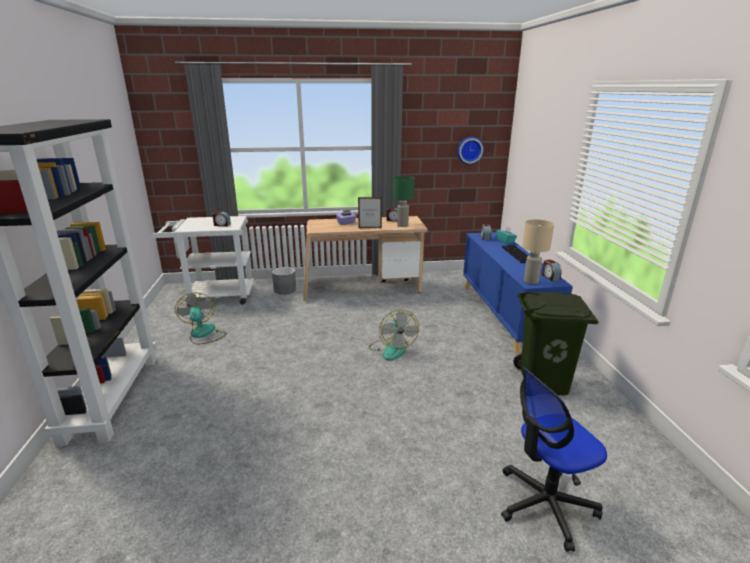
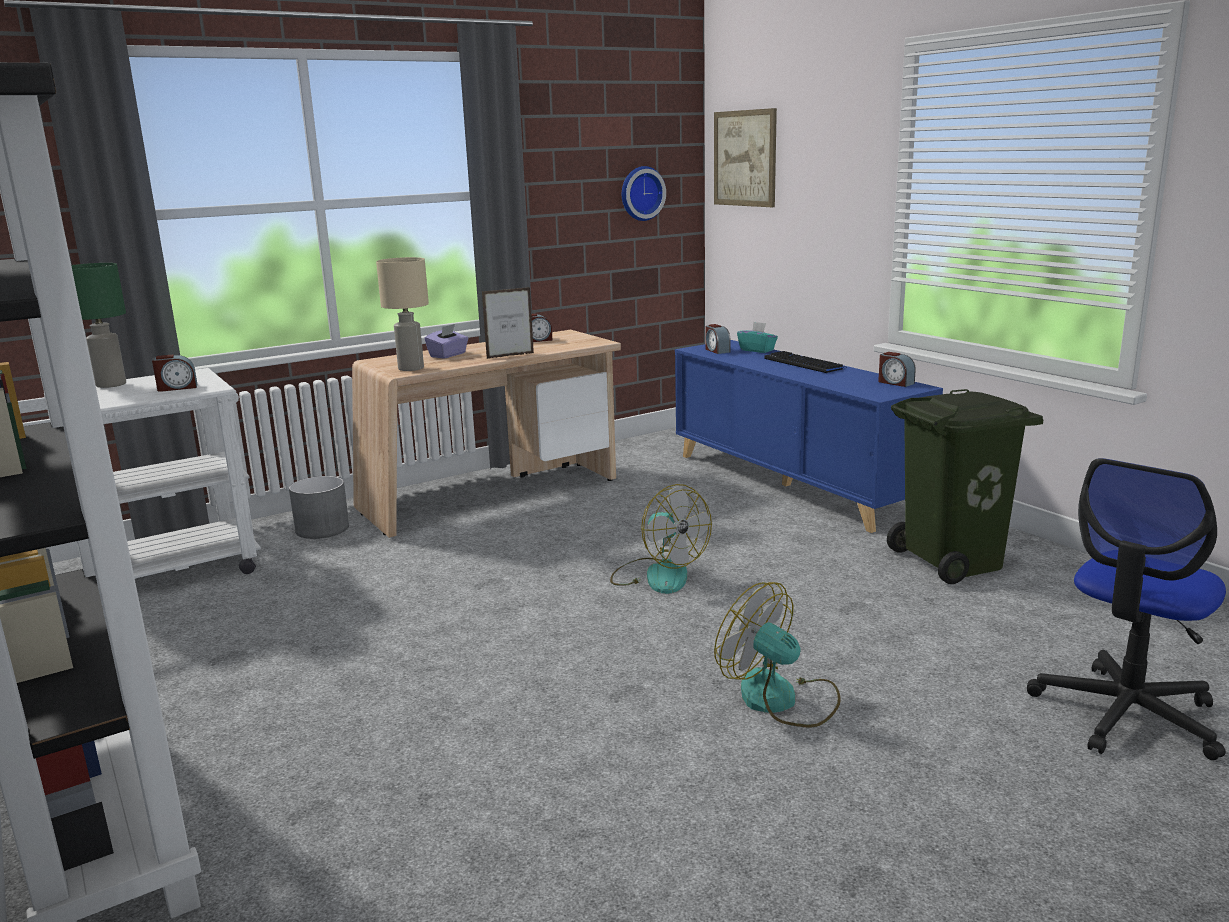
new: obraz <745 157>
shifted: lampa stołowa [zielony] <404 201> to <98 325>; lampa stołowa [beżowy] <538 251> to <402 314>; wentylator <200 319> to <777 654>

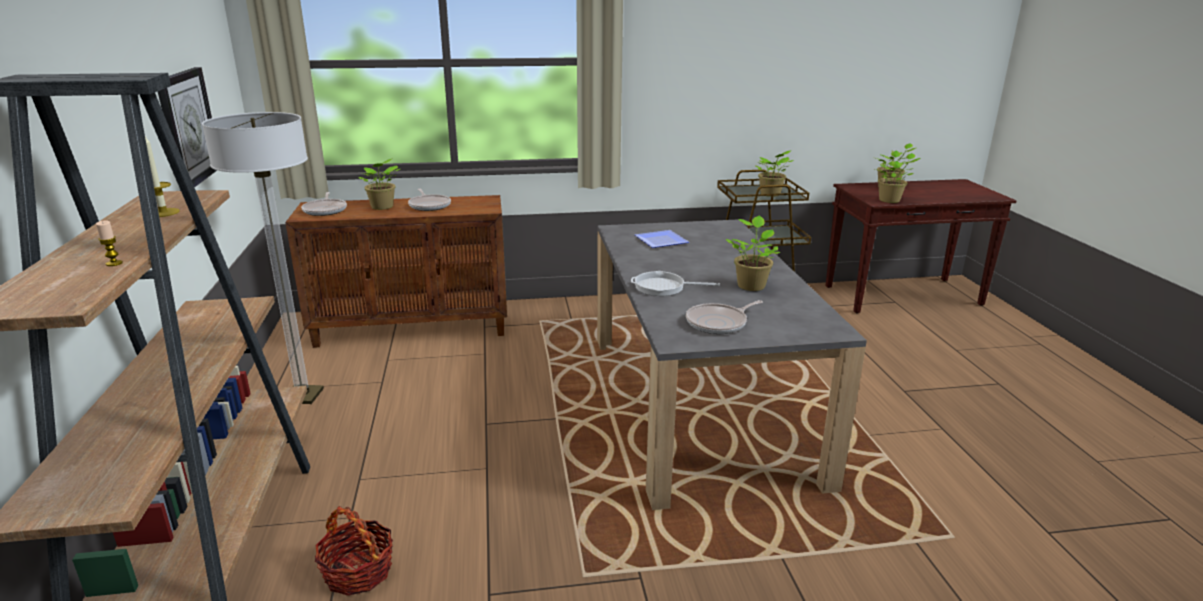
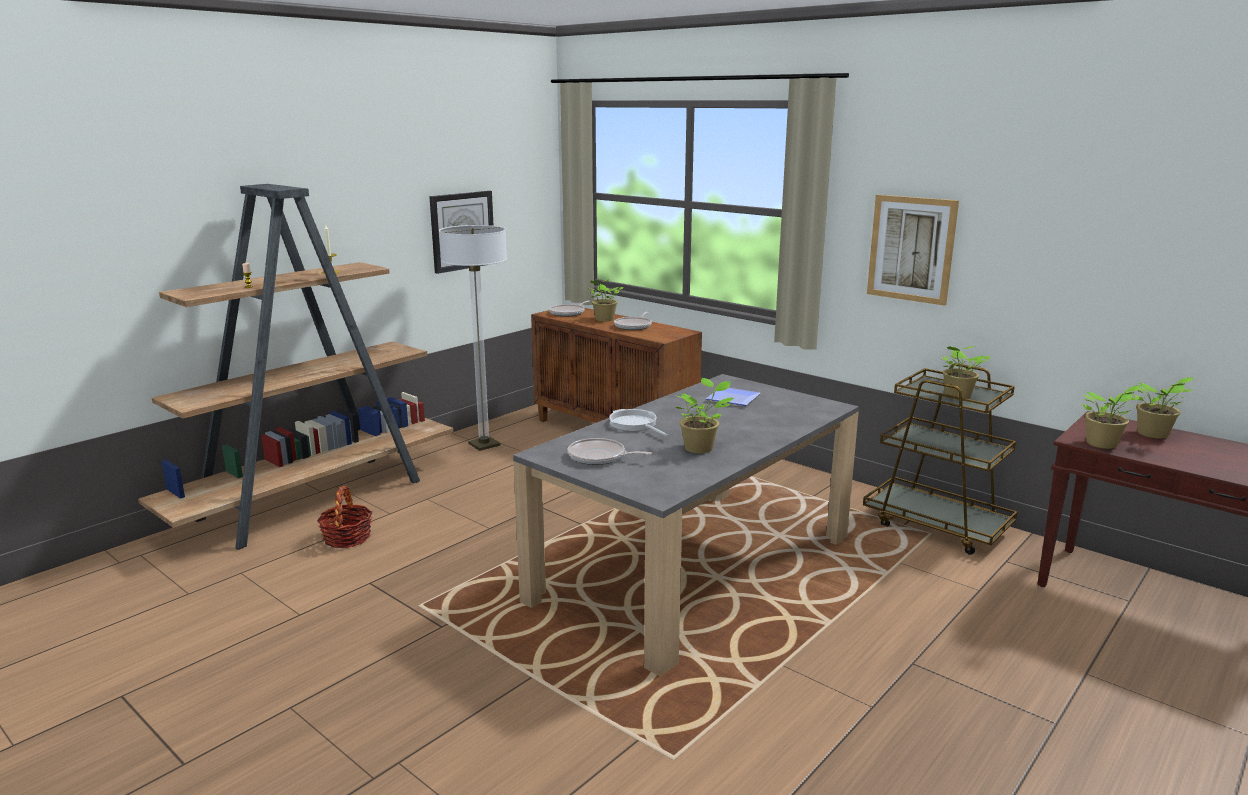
new: obraz <913 250>

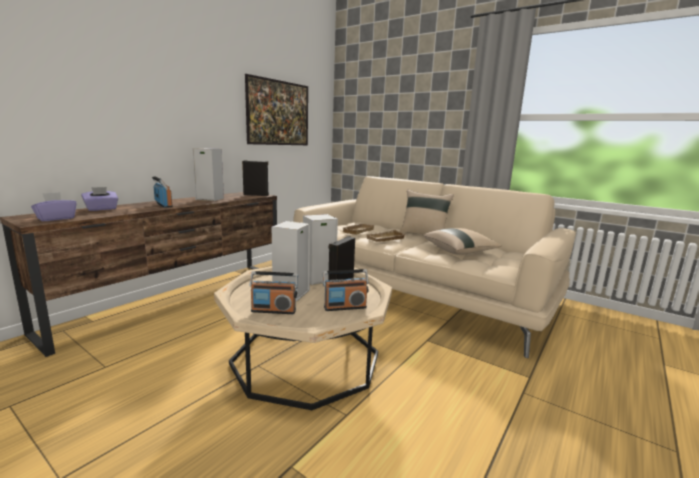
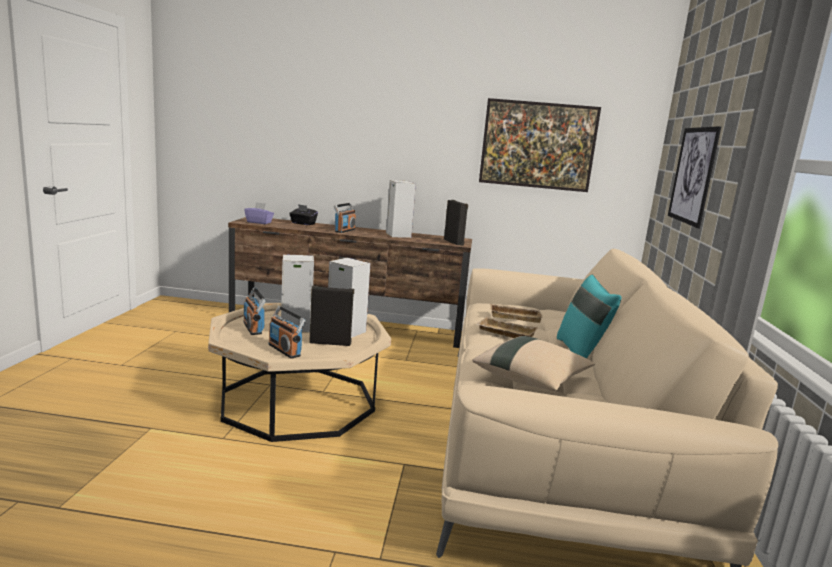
new: obraz <694 177>
repainted: pudełko chusteczek [fioletowy] <99 199> to pudełko chusteczek [czarny] <303 214>; poduszka [beżowy] <427 212> to poduszka [turkusowy] <589 316>

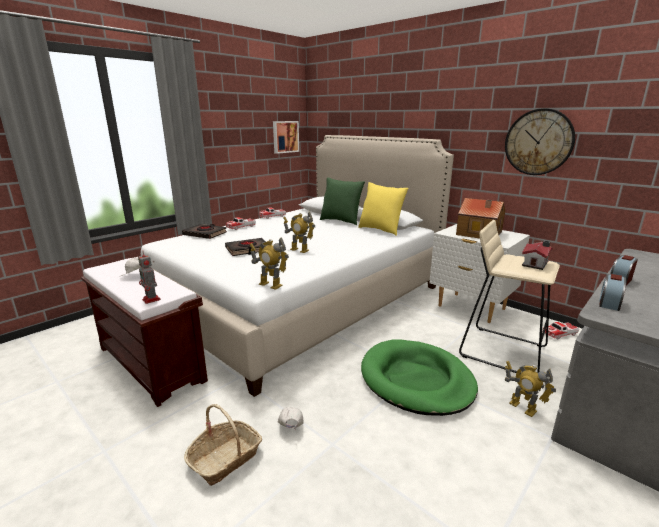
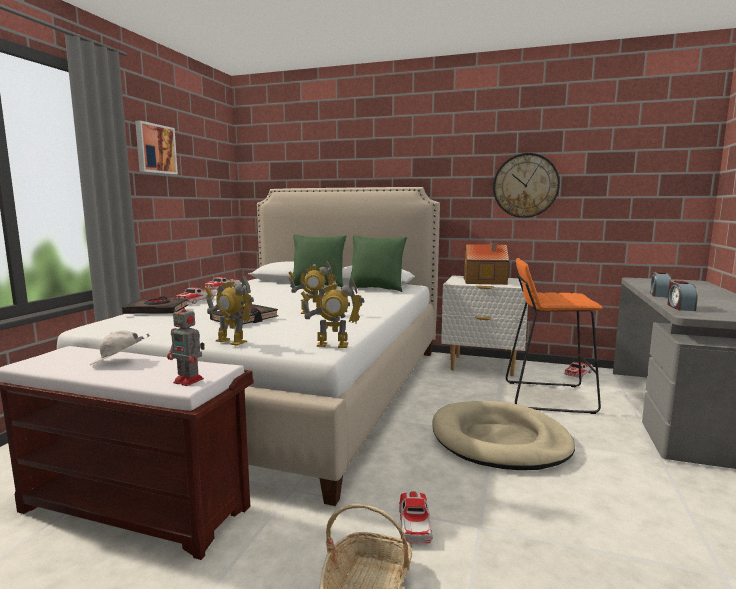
gone: domek <537 255>
shifted: obraz <286 137> to <156 147>; robot zabawkowy <530 389> to <229 311>
swapped: czapka z daszkiem [biały] <291 418> to samochodzik <415 517>
repainted: poduszka [żółty] <383 209> to poduszka [zielony] <378 263>; legowisko [zielony] <419 378> to legowisko [beżowy] <503 435>; stołek [beżowy] <509 296> to stołek [pomarańczowy] <554 336>

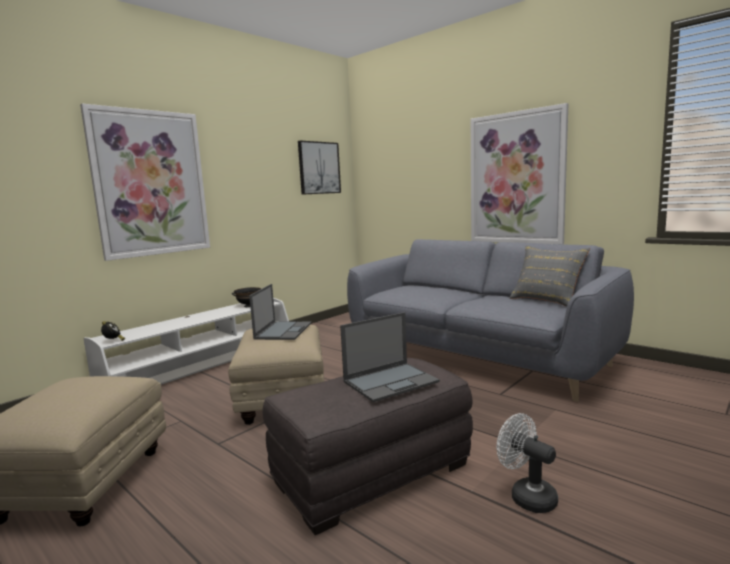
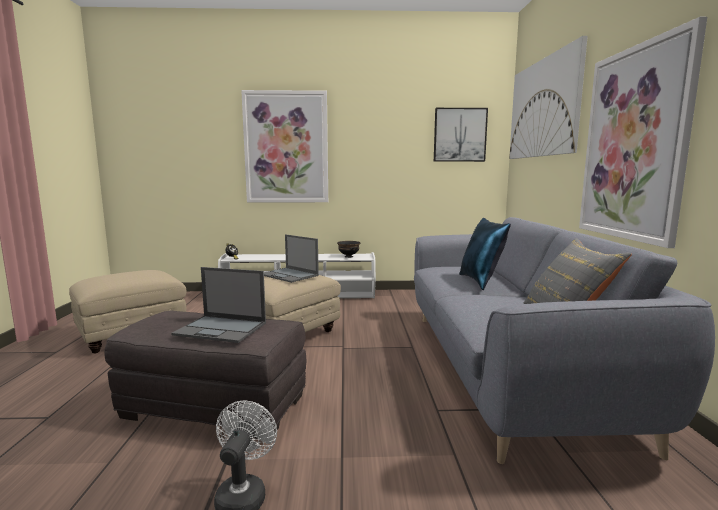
new: poduszka [niebieski] <485 254>; obraz <548 97>
rotated: laptop <280 312> = <291 258> 75 degrees clockwise

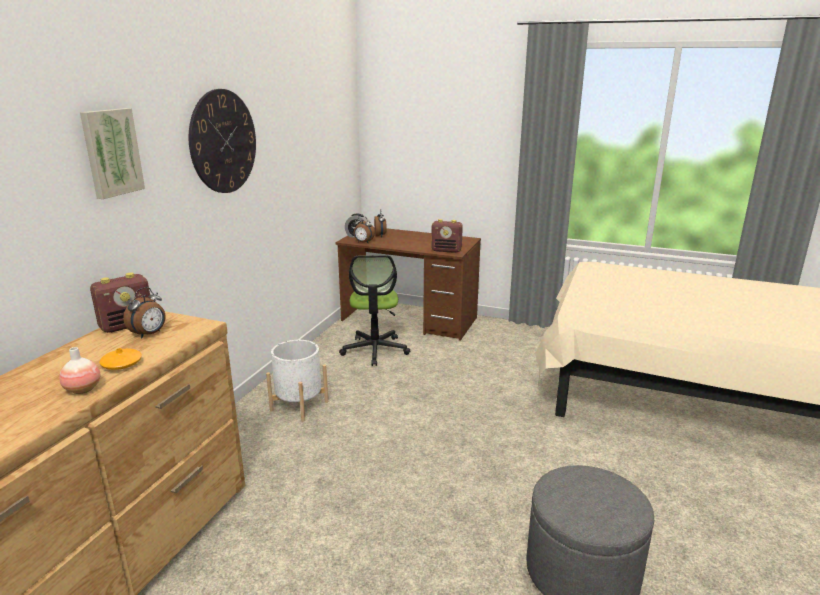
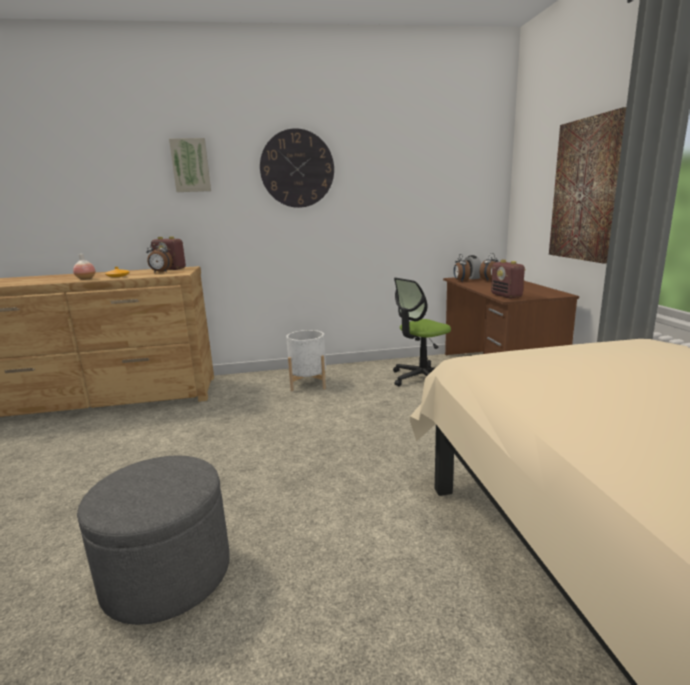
new: obraz <587 185>

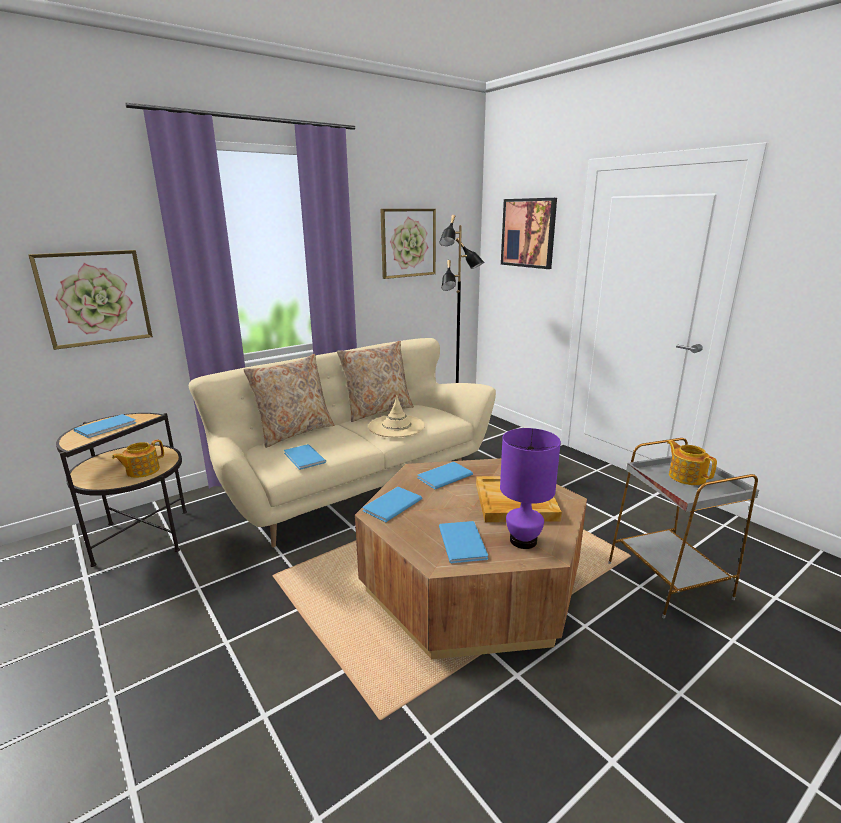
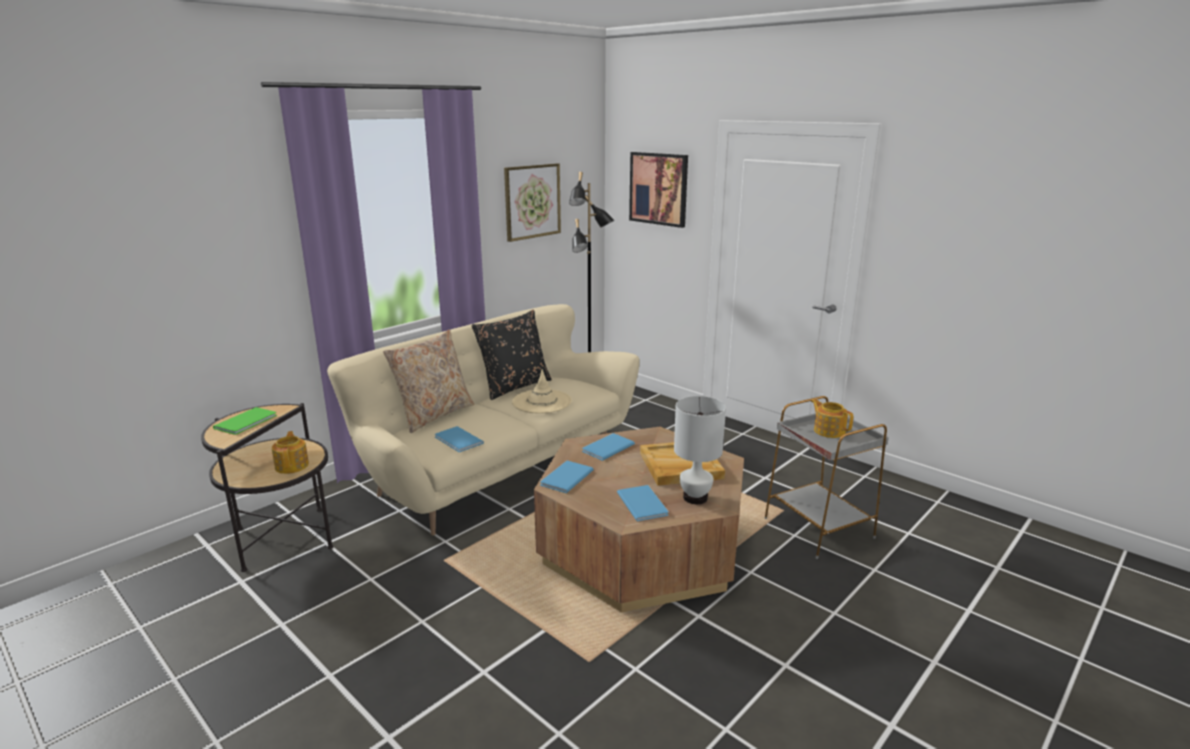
gone: obraz <90 300>
repainted: książka [niebieski] <105 426> to książka [zielony] <245 421>; poduszka [beżowy] <375 381> to poduszka [czarny] <511 355>; lampa stołowa [fioletowy] <530 488> to lampa stołowa [biały] <700 450>
rotated: imbryk <138 458> = <290 452> 135 degrees clockwise

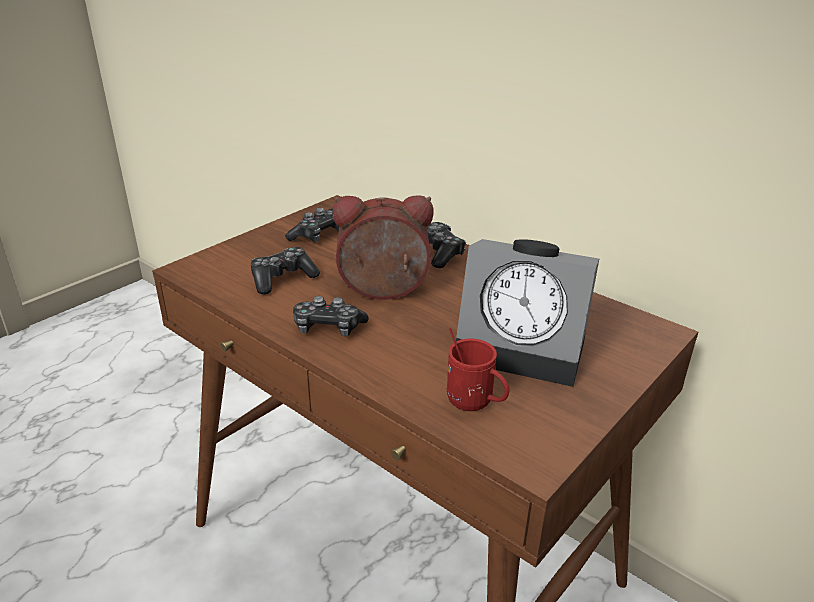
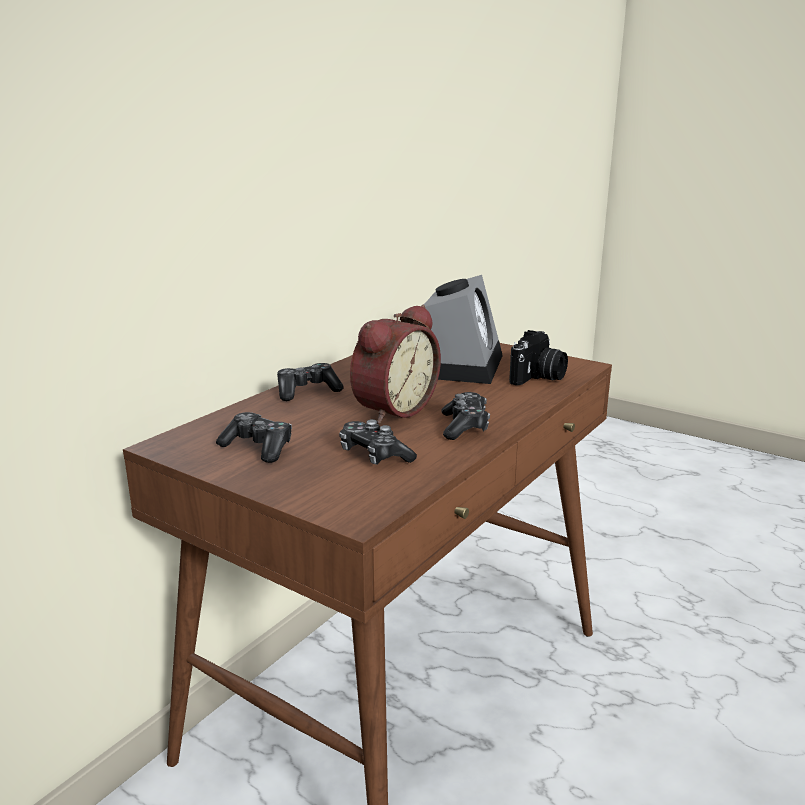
swapped: kubek [czerwony] <478 369> to aparat fotograficzny <538 357>
rotated: budzik <383 247> = <395 364> 135 degrees counterclockwise

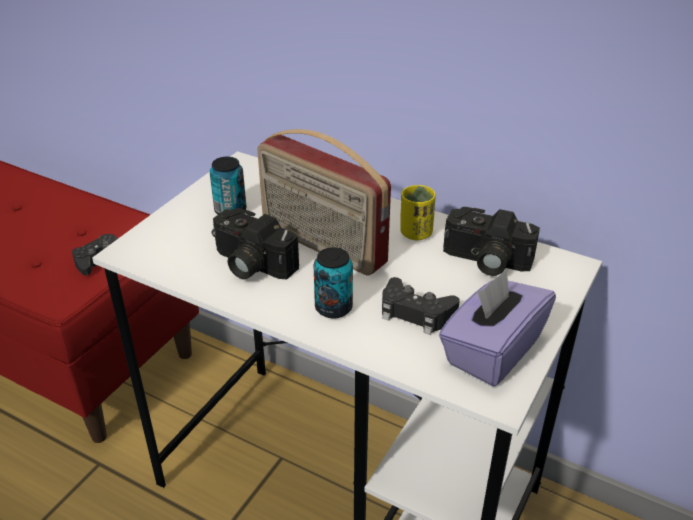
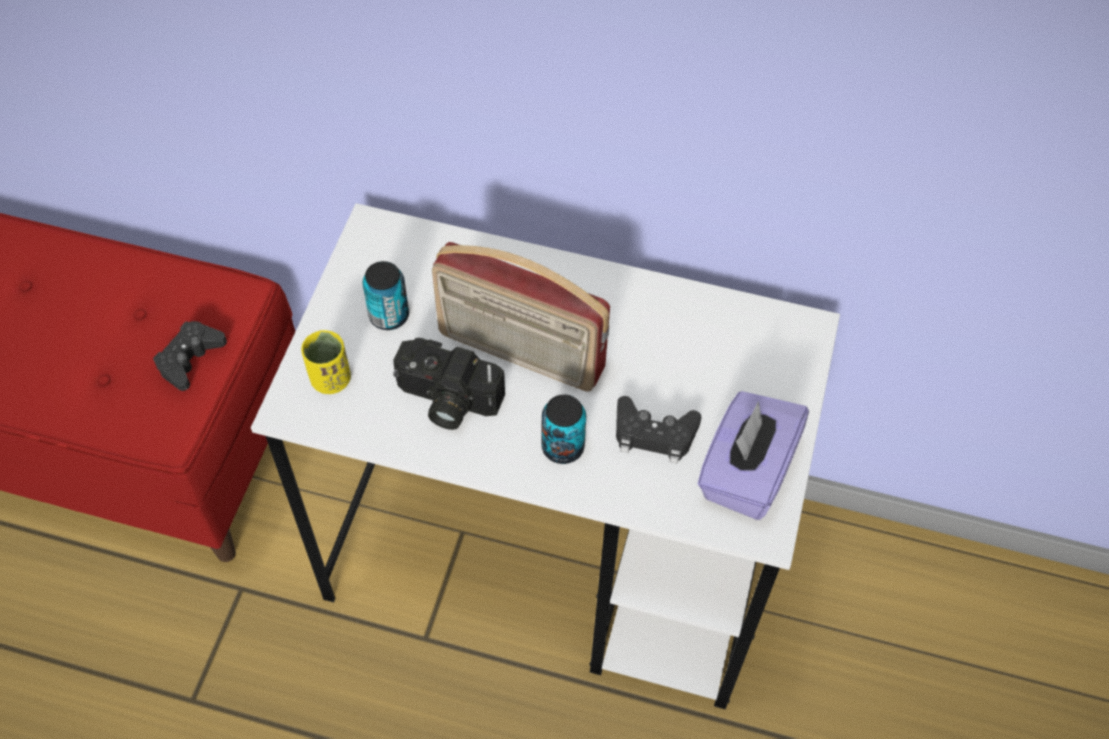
gone: aparat fotograficzny <491 241>
shifted: filiżanka [żółty] <418 212> to <326 362>

